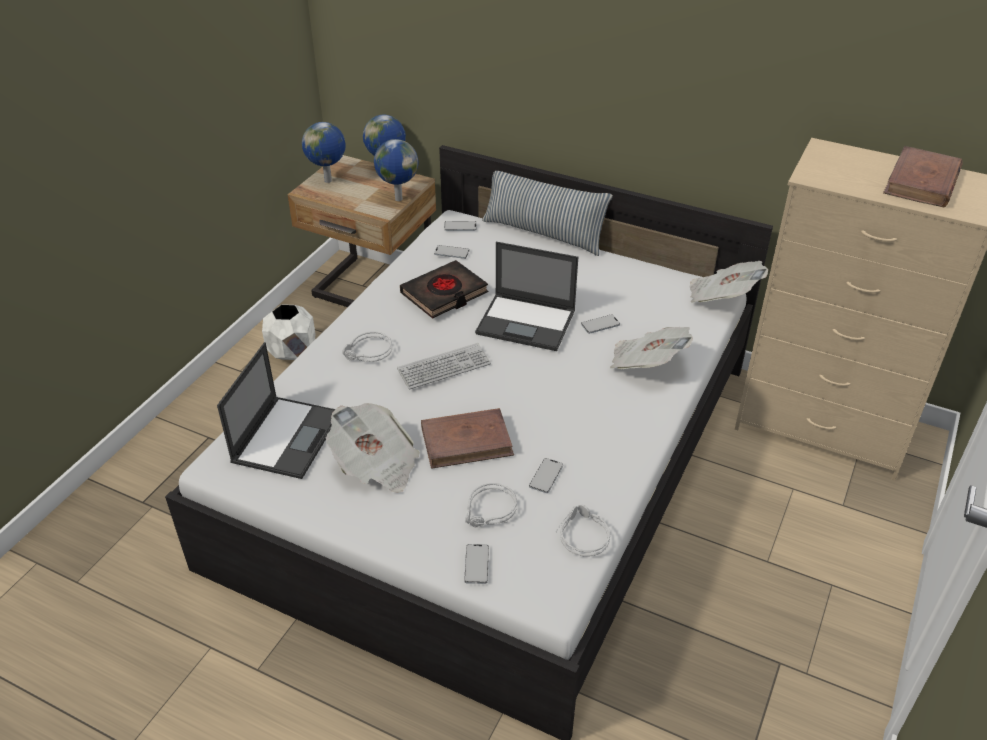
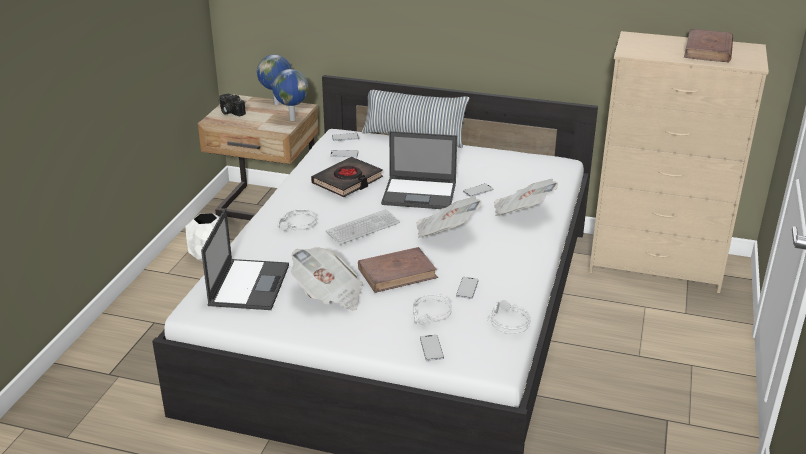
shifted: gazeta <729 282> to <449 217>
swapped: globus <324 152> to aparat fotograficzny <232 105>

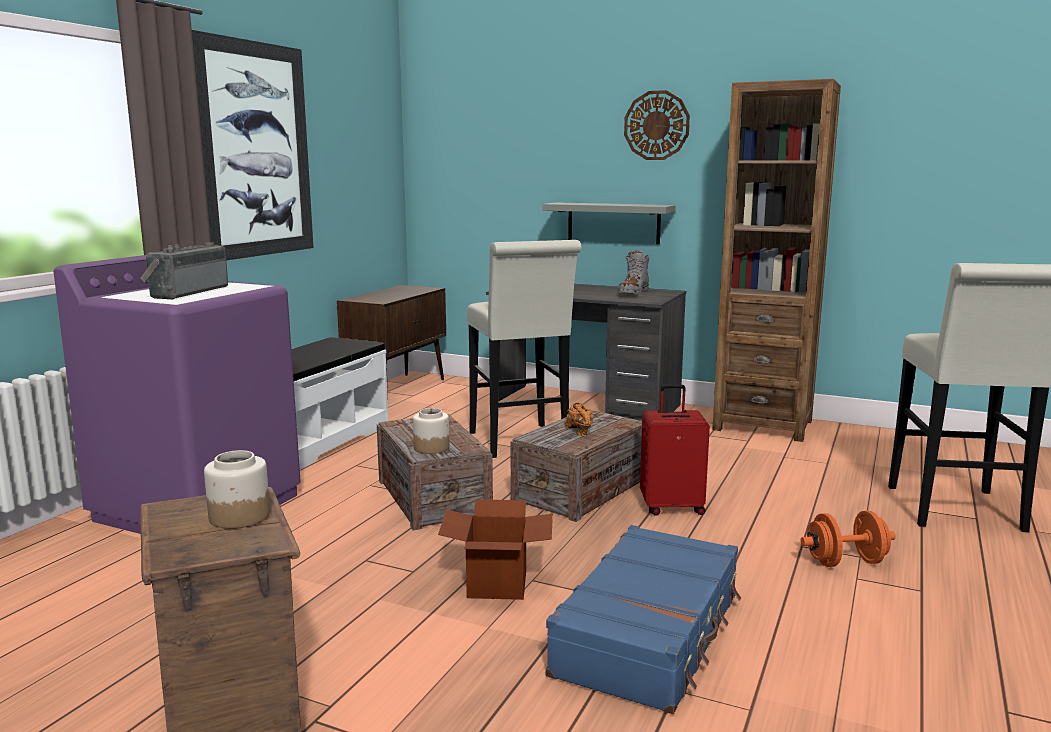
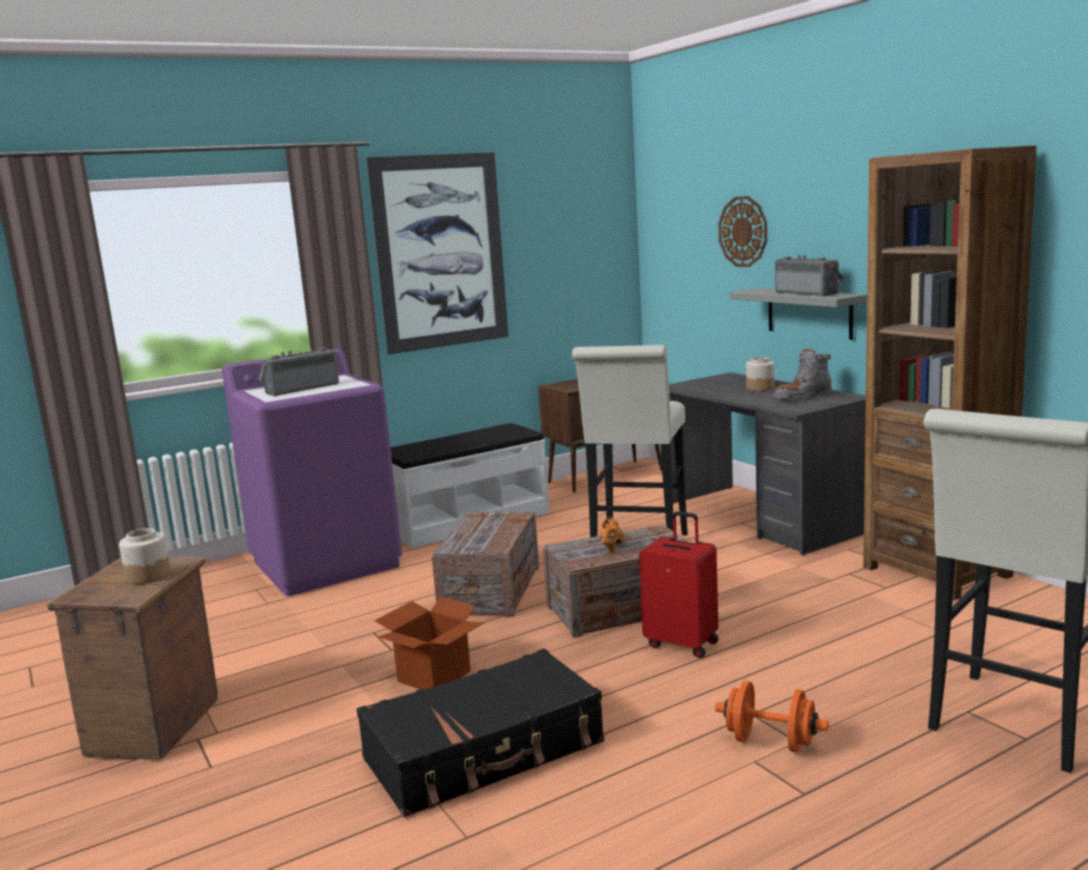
new: radio <809 275>
shifted: zegar ścienny <657 125> to <742 231>; słoik <431 431> to <760 374>
repainted: walizka [niebieski] <643 619> to walizka [czarny] <480 733>

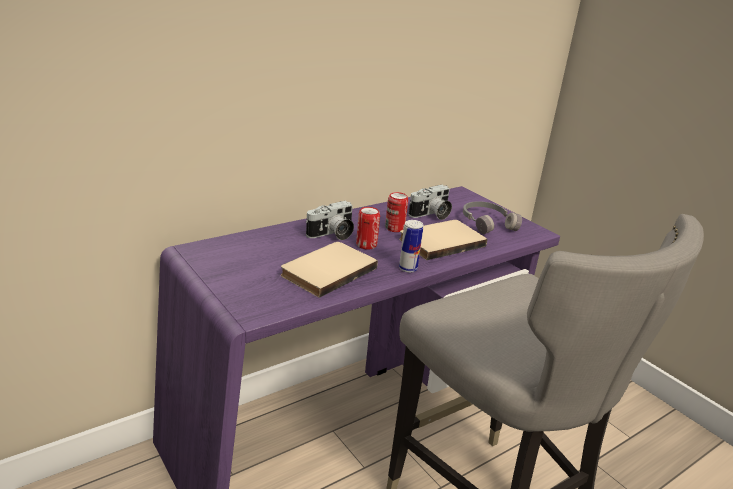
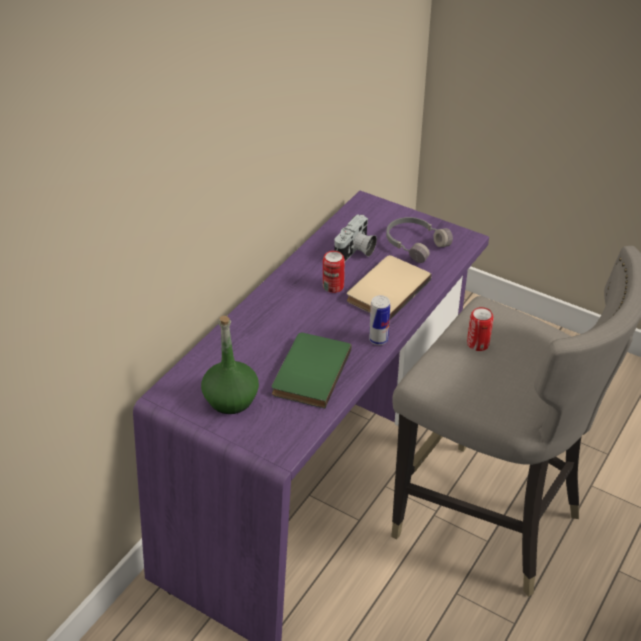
gone: aparat fotograficzny <330 220>
new: butelka [zielony] <230 365>
shifted: puszka <368 228> to <480 329>
repainted: książka [beżowy] <329 270> to książka [zielony] <312 370>

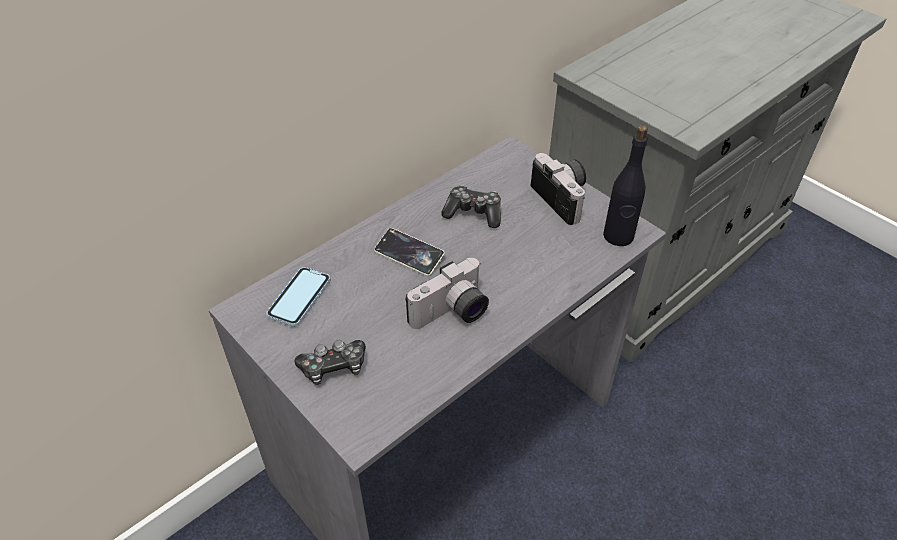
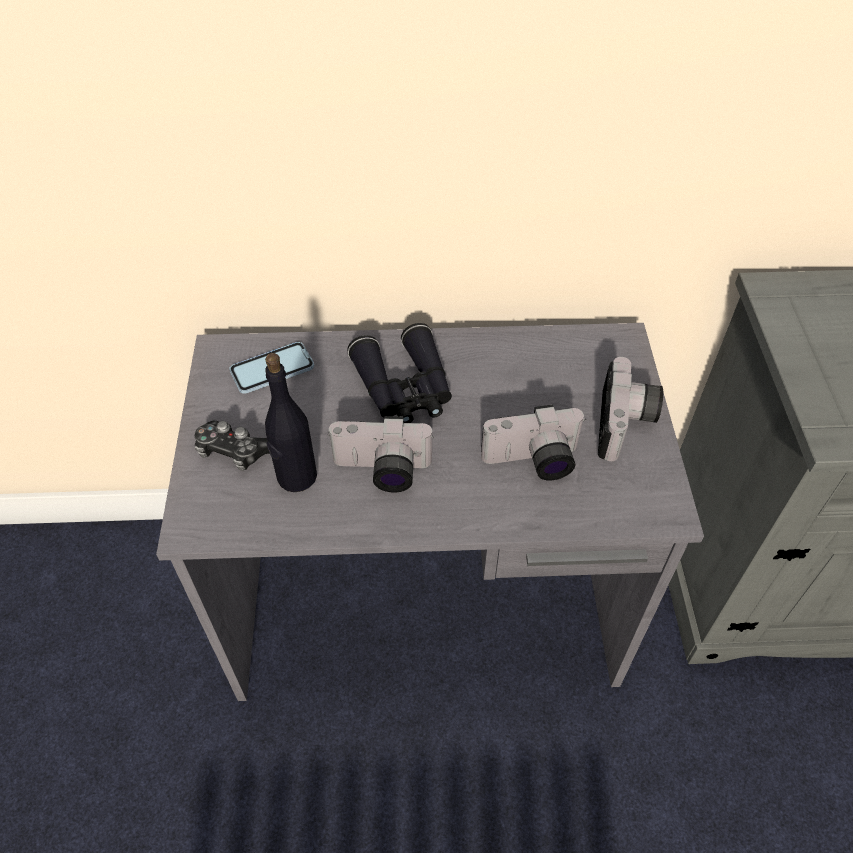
gone: pad do gier <471 206>
new: aparat fotograficzny <533 442>
shifted: butelka [czarny] <625 185> to <291 422>
swapped: telefon <409 252> to lornetka [czarny] <399 373>

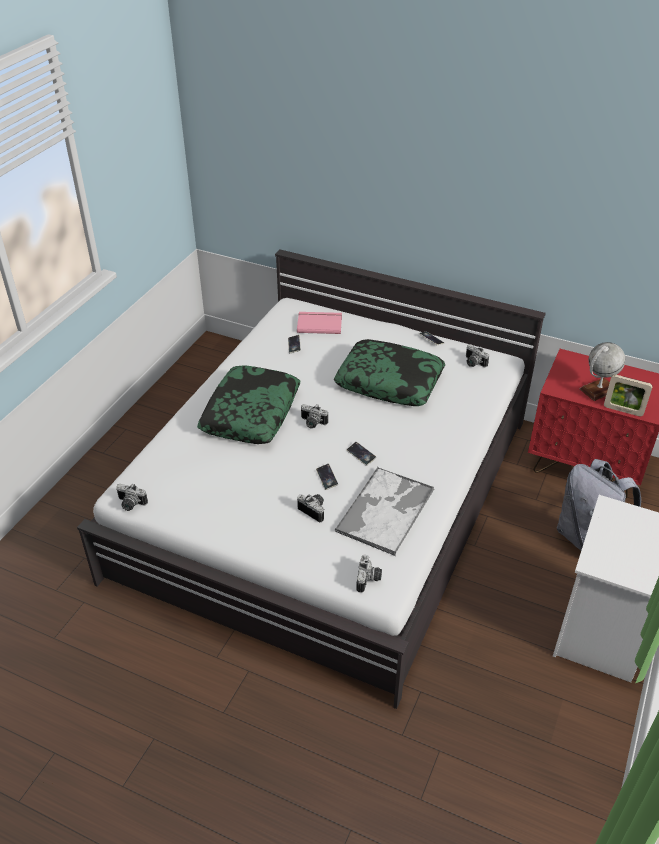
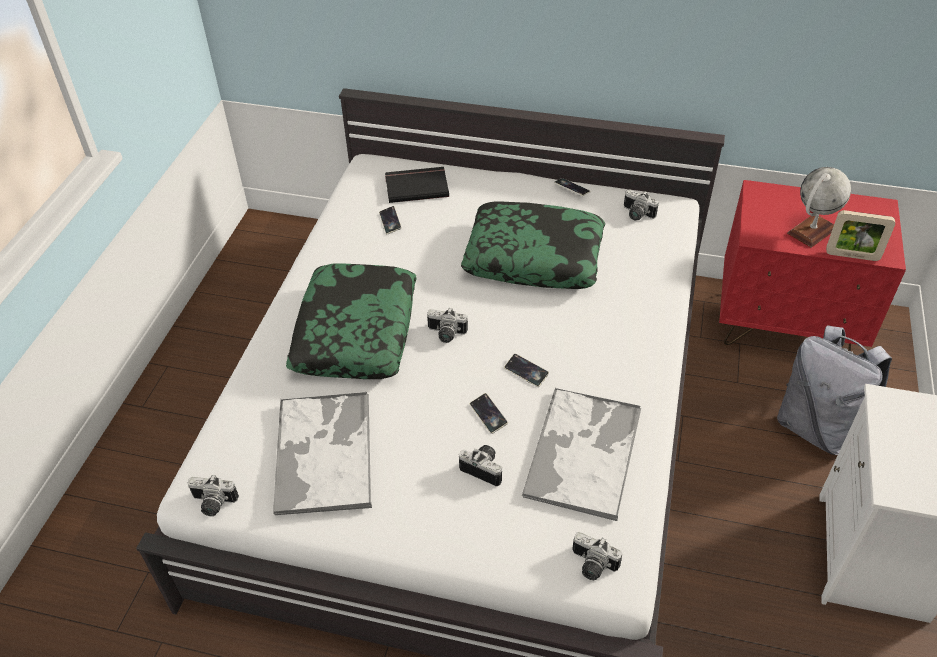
new: taca <322 453>
repainted: książka [różowy] <319 323> to książka [czarny] <417 185>
rotated: aparat fotograficzny <369 574> = <597 556> 120 degrees clockwise

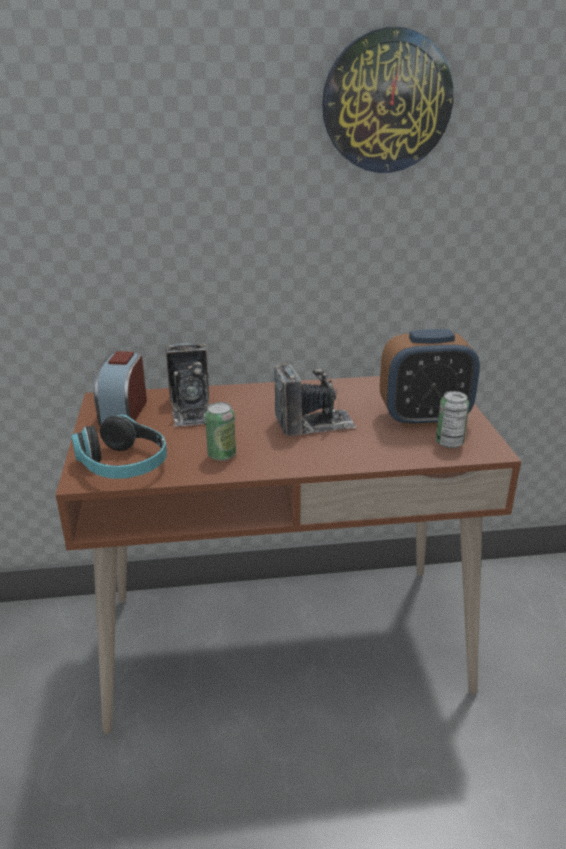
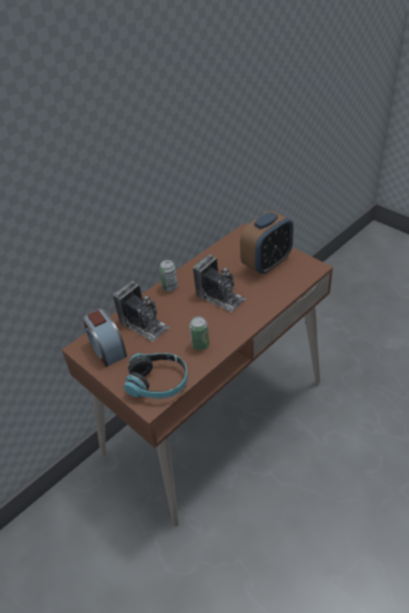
gone: zegar ścienny <388 100>
shifted: puszka <452 419> to <168 275>
rotated: aparat fotograficzny <315 399> = <219 284> 90 degrees clockwise

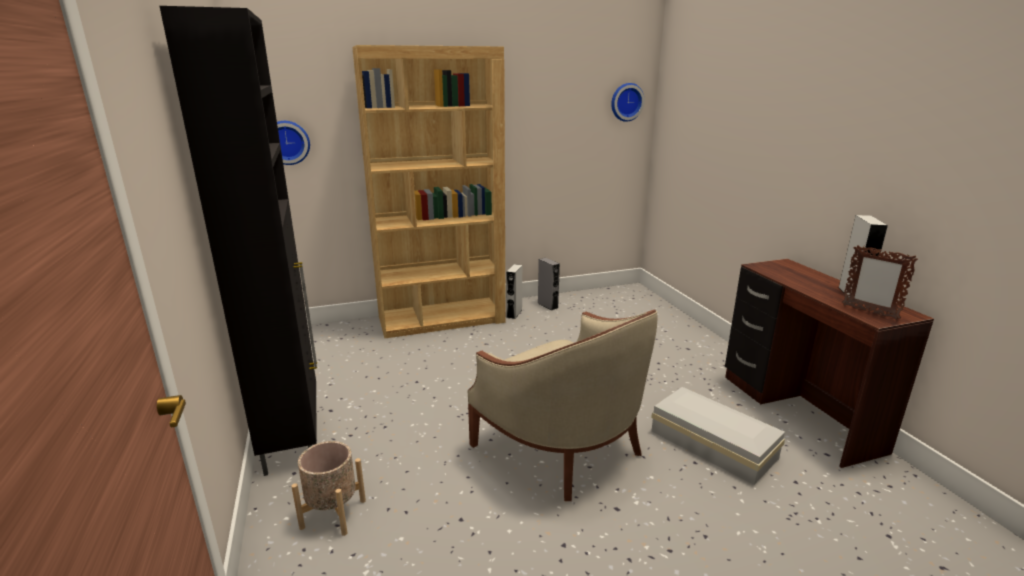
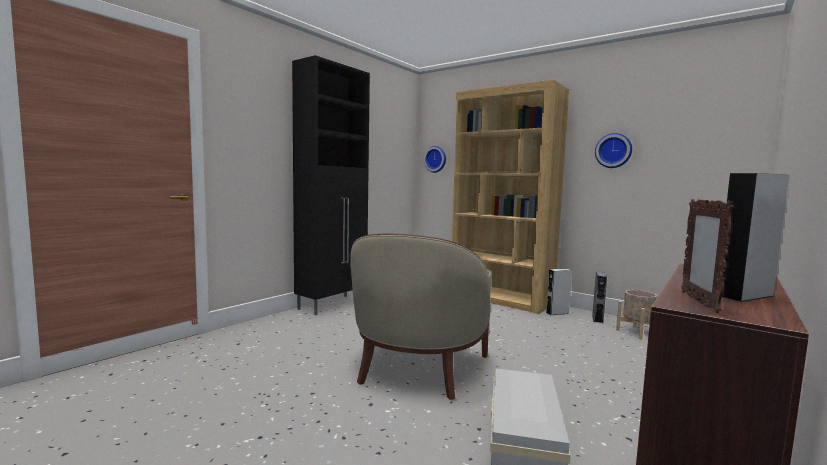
shifted: zegar ścienny <628 102> to <613 150>; donica [beżowy] <328 488> to <636 314>

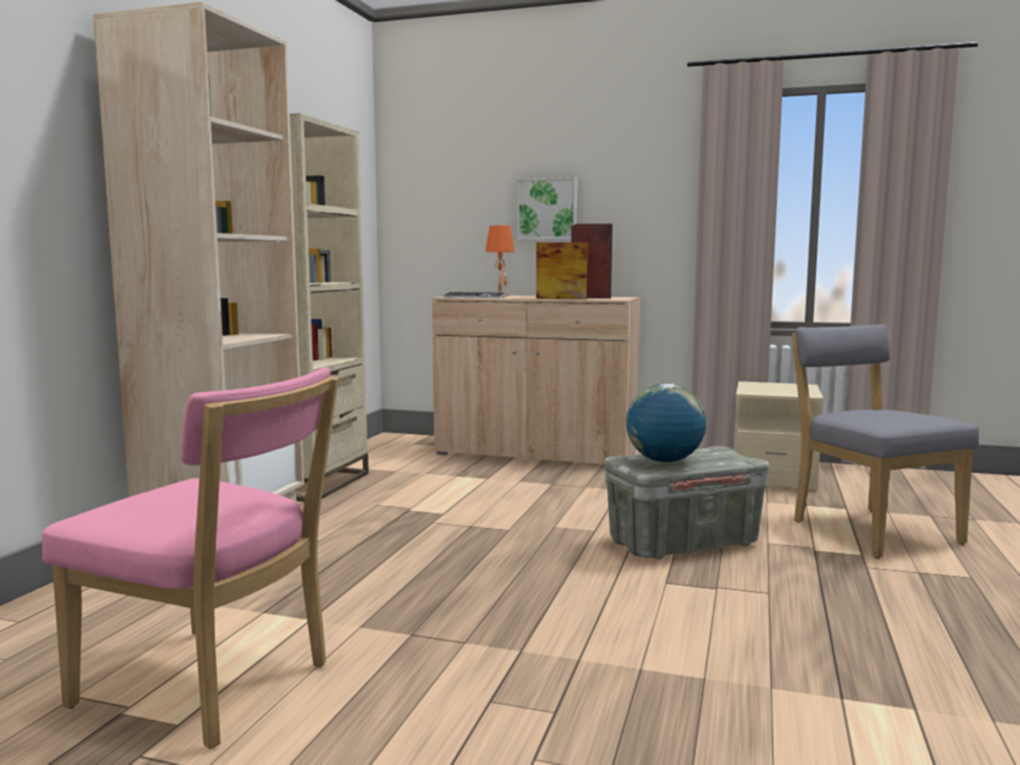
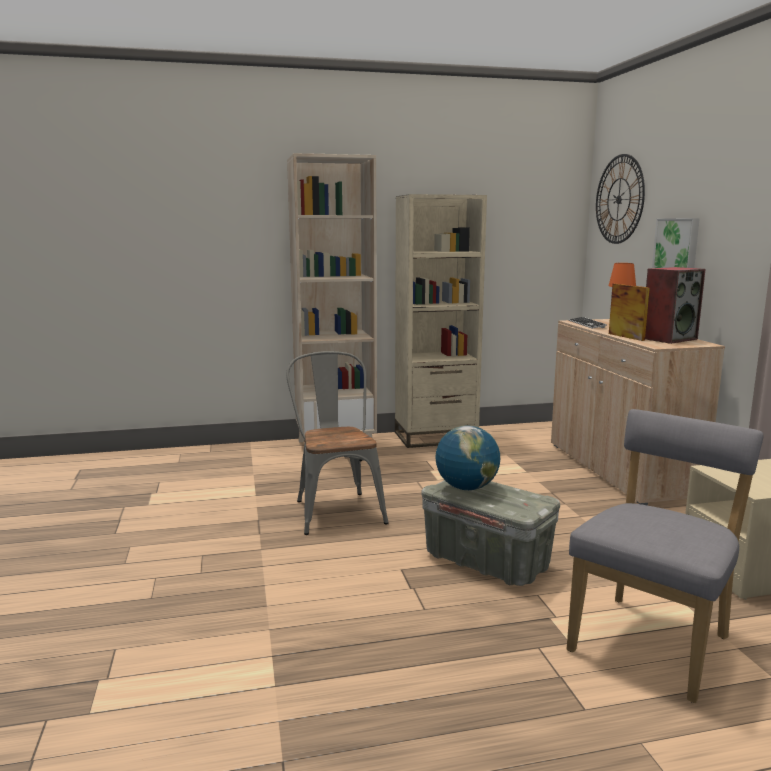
gone: krzesło [różowy] <190 558>
new: krzesło [szary] <337 443>; zegar ścienny <620 199>

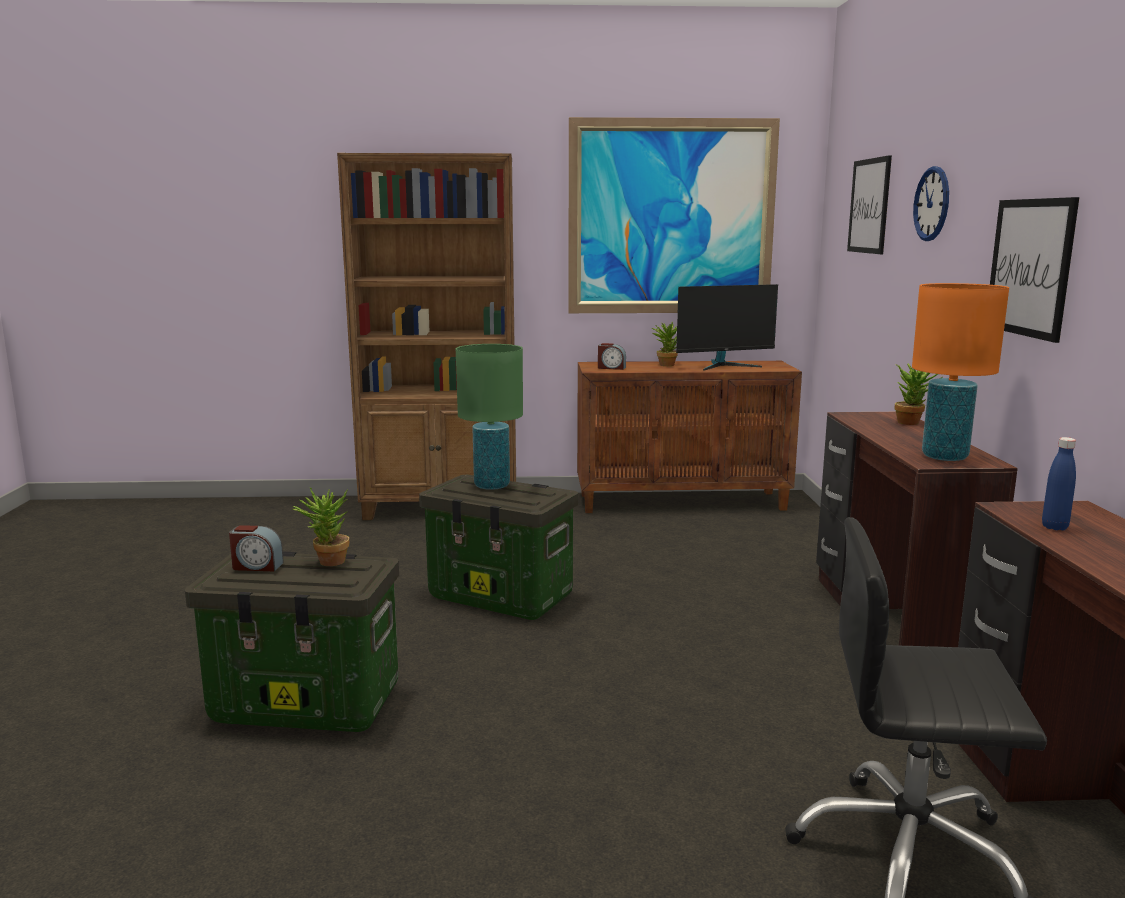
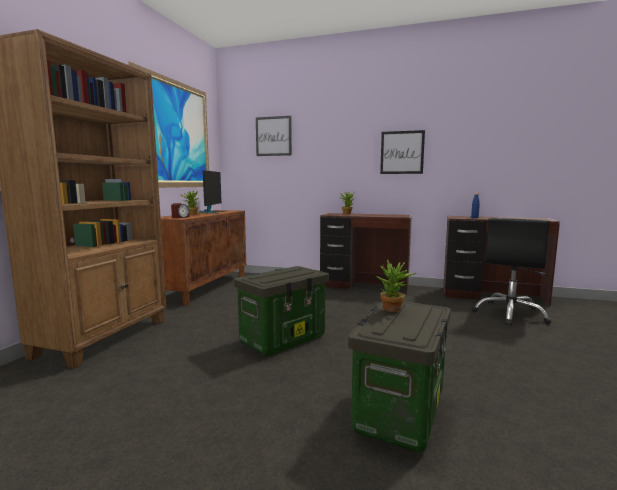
gone: budzik <256 548>; lampa stołowa [zielony] <489 417>; lampa stołowa [pomarańczowy] <960 372>; zegar ścienny <931 203>

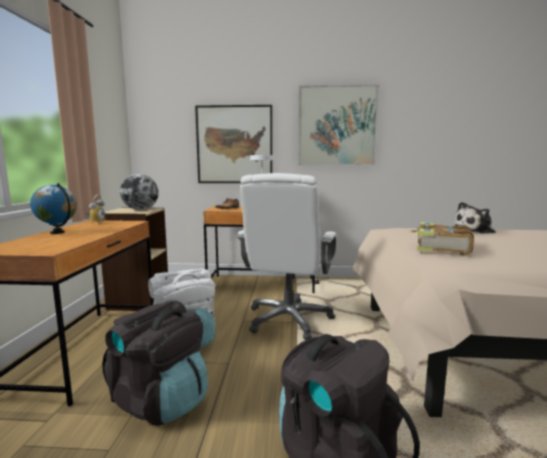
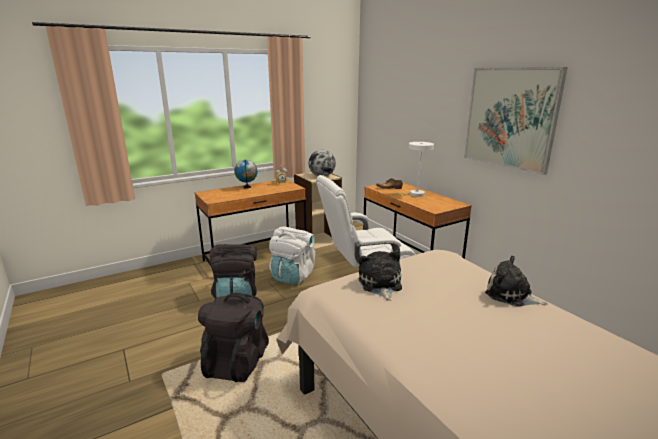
gone: obraz <233 144>
swapped: książka <441 238> to pluszak <380 276>

